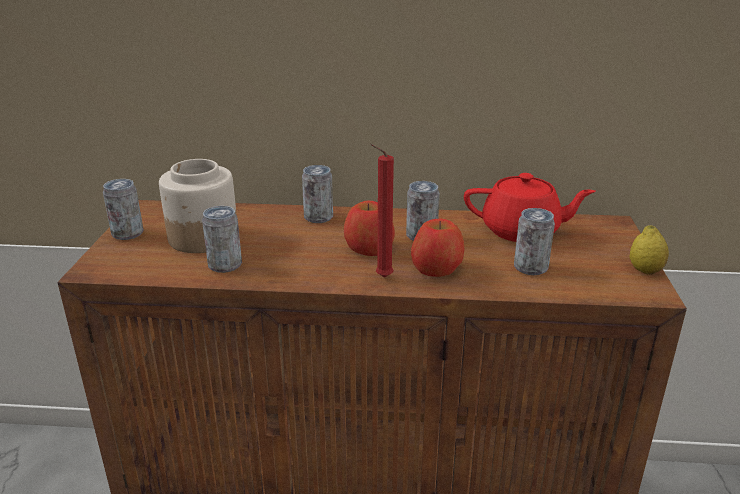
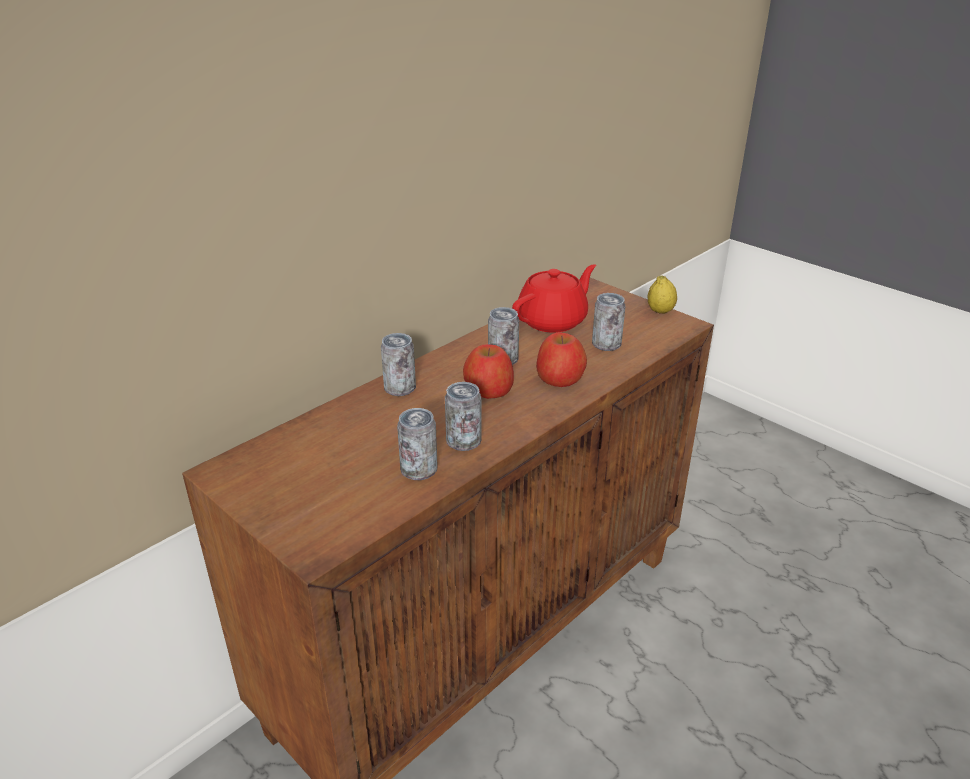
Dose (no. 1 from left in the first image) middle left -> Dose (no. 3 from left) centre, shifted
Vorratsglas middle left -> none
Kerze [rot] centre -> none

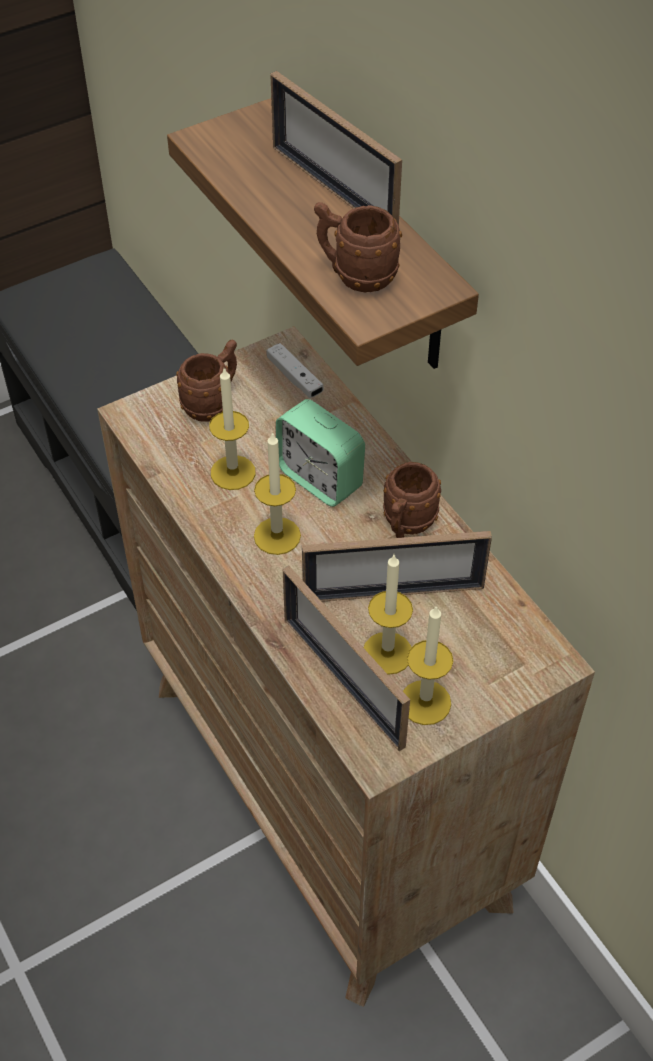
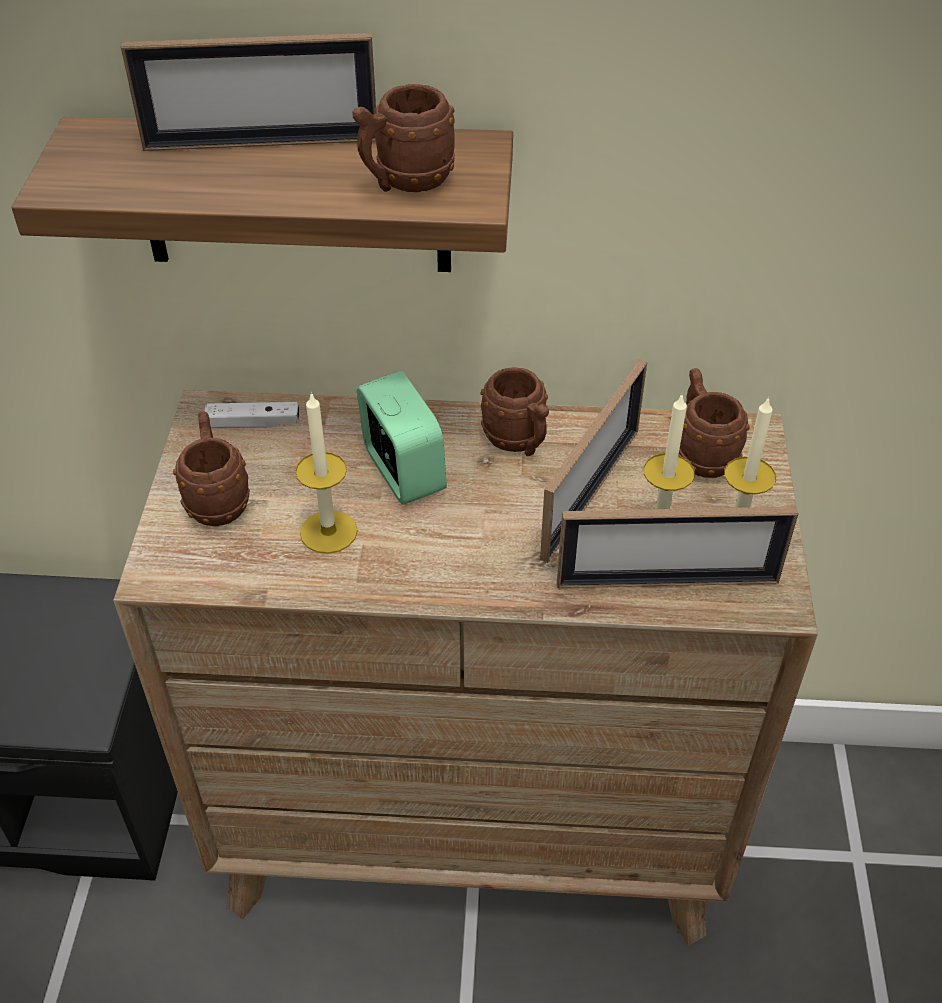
Wecker centre, 105 degrees counterclockwise
none -> Henkelbecher [braun] (no. 4 from left) middle right
Kerze (no. 2 from left) centre -> none

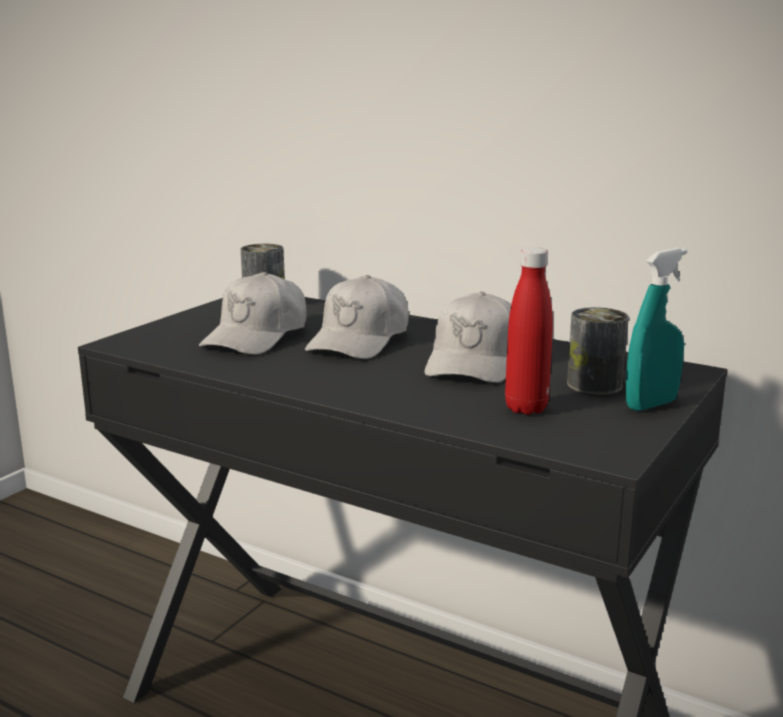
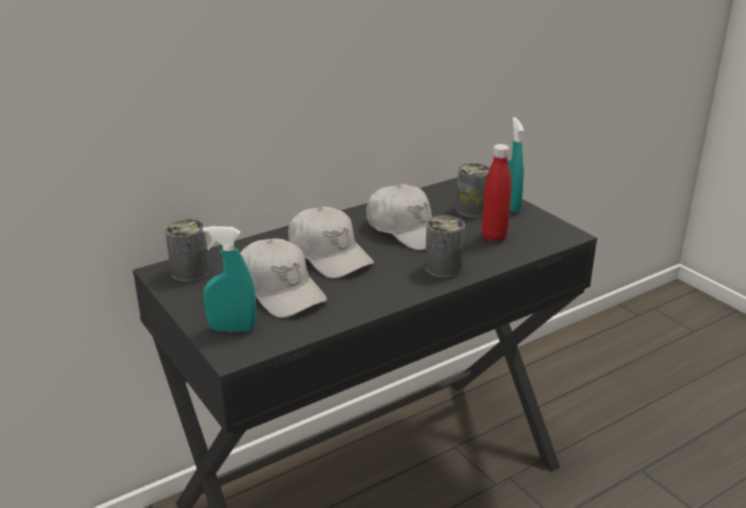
none -> Sprühflasche [türkis] (no. 1 from left) middle left
none -> Dose (no. 2 from left) centre

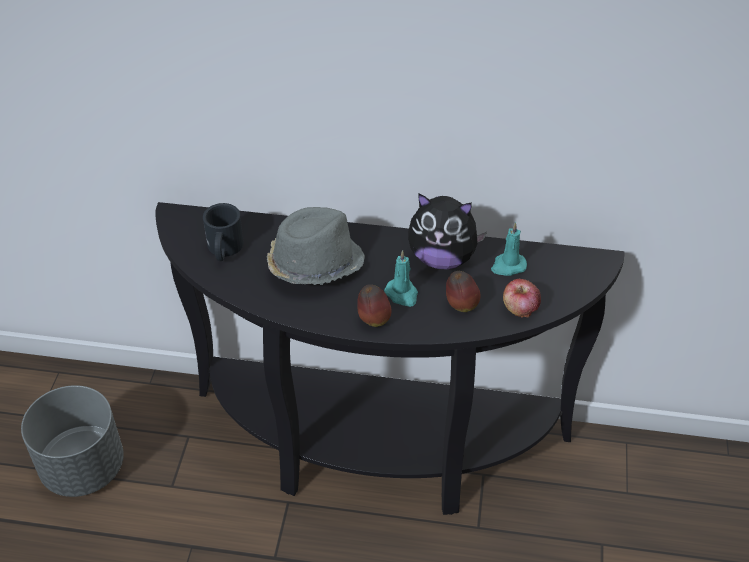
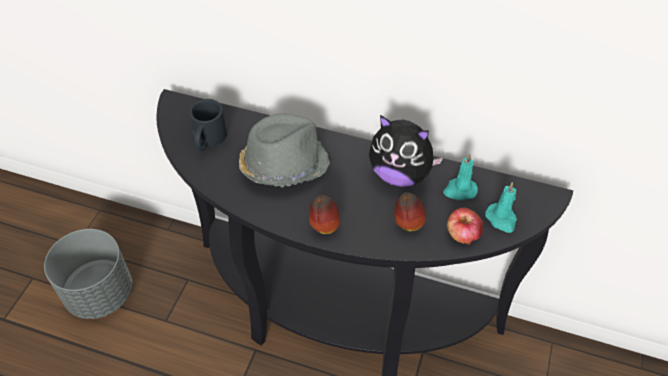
Kerze [türkis] (no. 1 from left in the first image) centre -> Kerze [türkis] (no. 2 from left) middle right, shifted

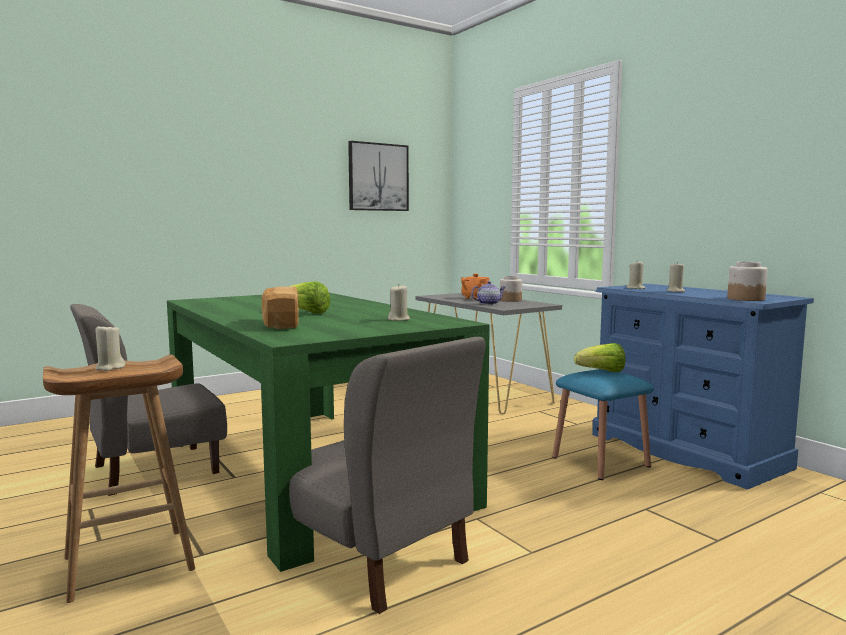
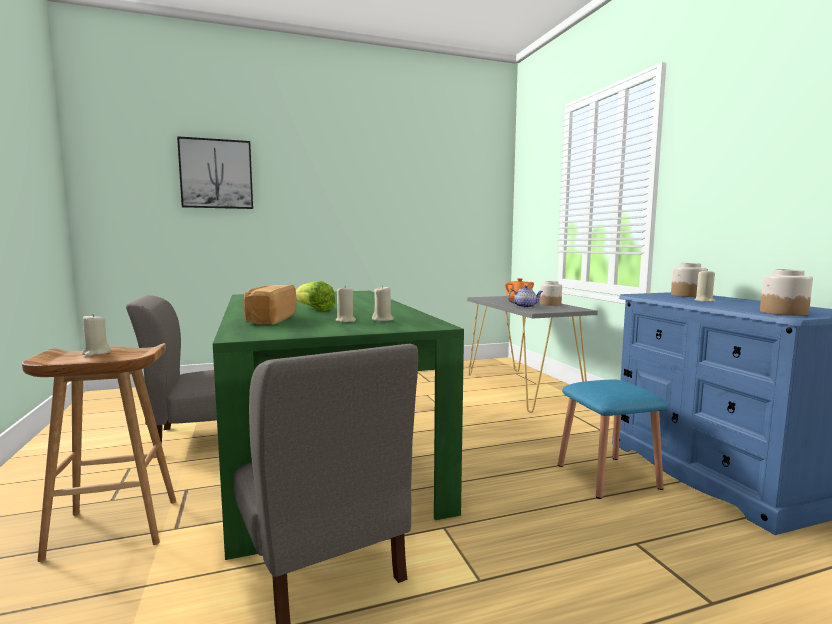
Bild top centre -> Bild top left, shifted
Kerze [beige] (no. 3 from left in the first image) middle right -> Kerze [beige] (no. 2 from left) centre, shifted
none -> Vorratsglas (no. 2 from left) middle right
Salatkopf (no. 2 from left) middle right -> none

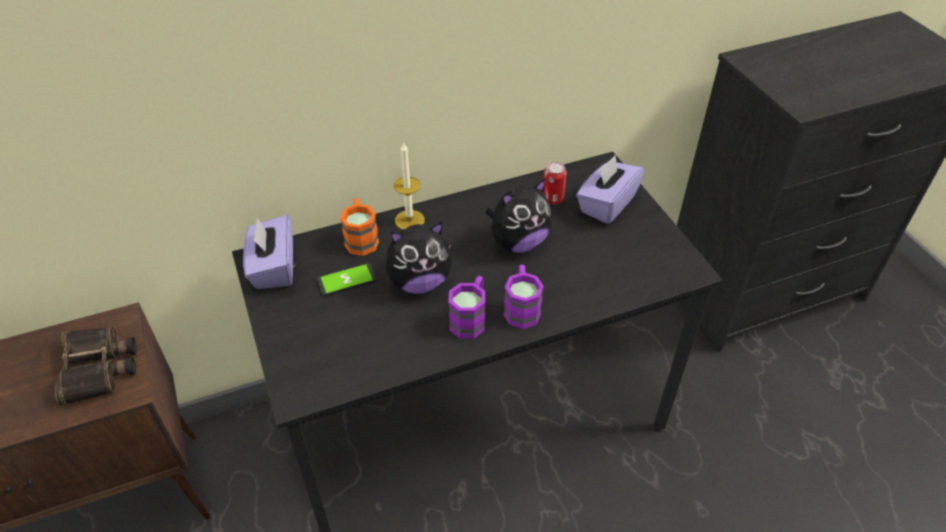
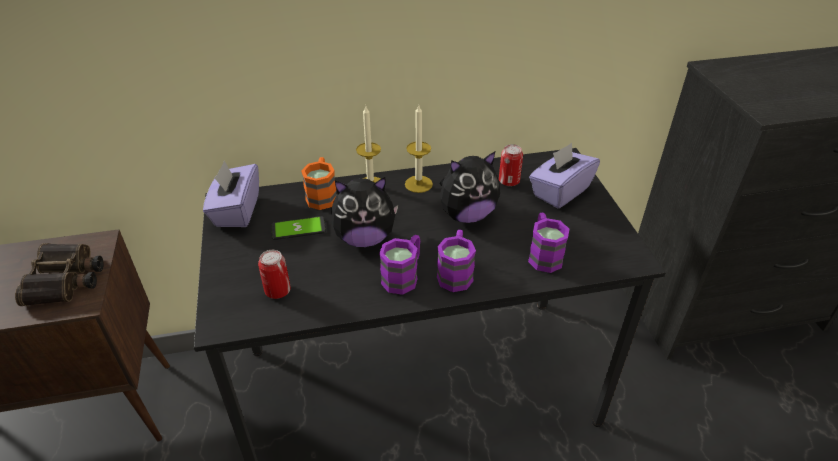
none -> Dose (no. 1 from left) middle left
none -> Kerze (no. 2 from left) top centre
none -> Henkelbecher [lila] (no. 3 from left) centre

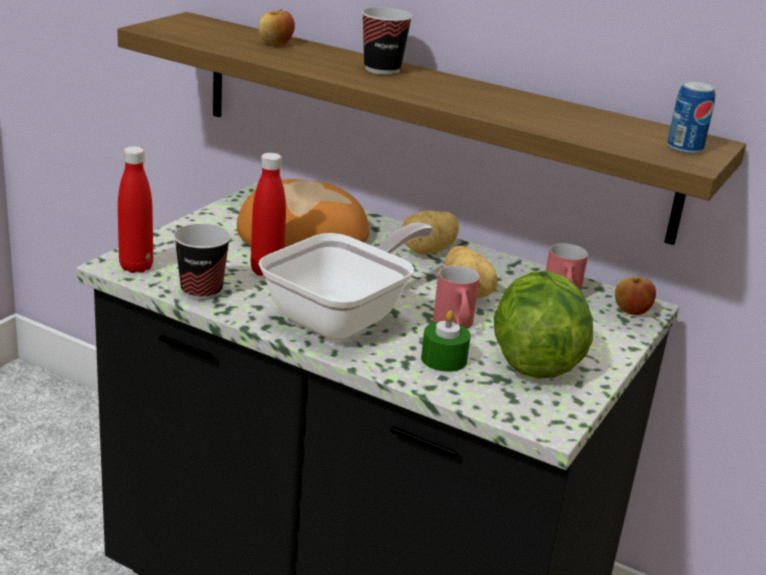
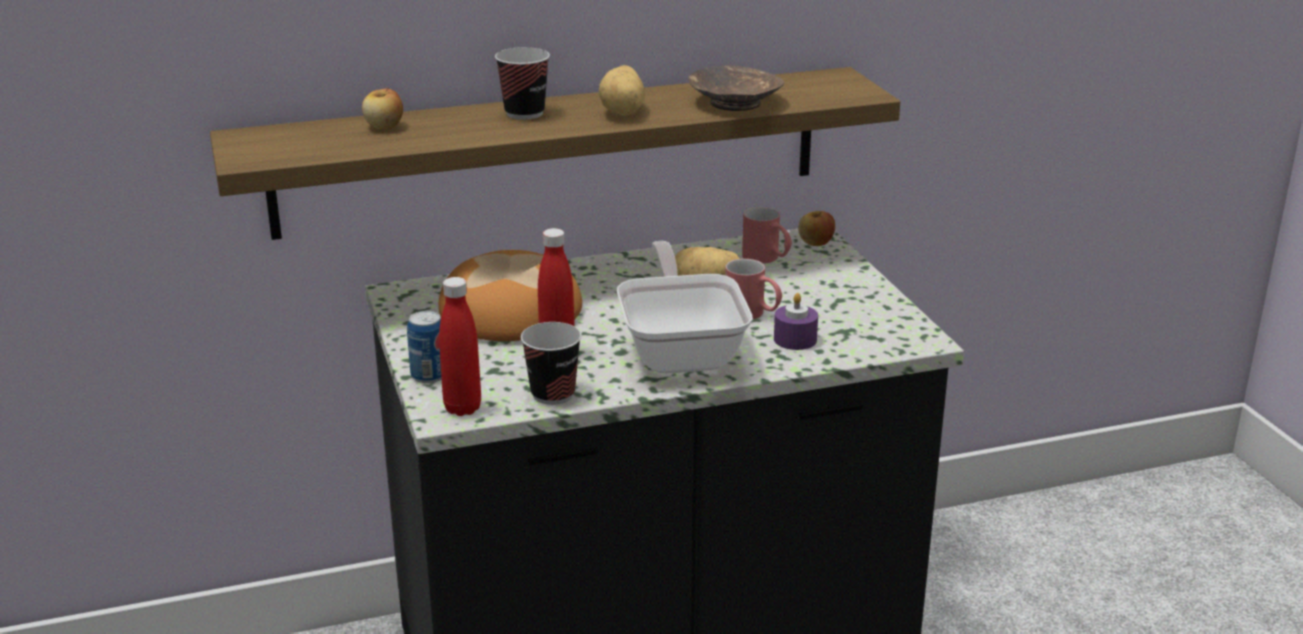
Dose top right -> Dose middle left, shifted
Kartoffel (no. 1 from left) centre -> Kartoffel (no. 1 from left) top centre, shifted
none -> Schüssel [braun] top centre
Kerze [grün] centre -> Kerze [lila] centre
Salatkopf middle right -> none

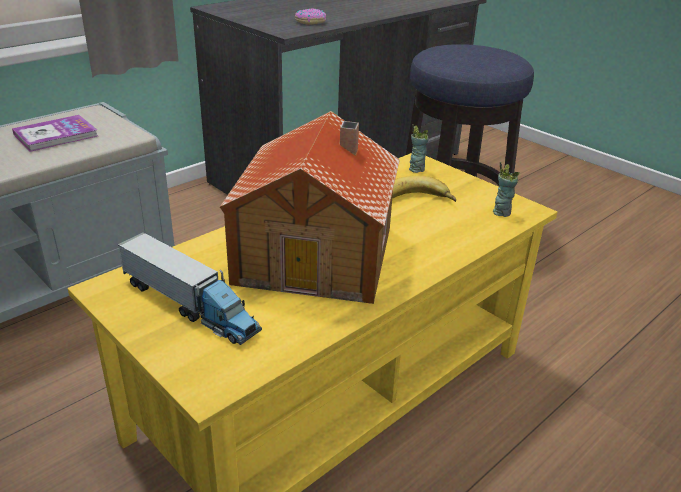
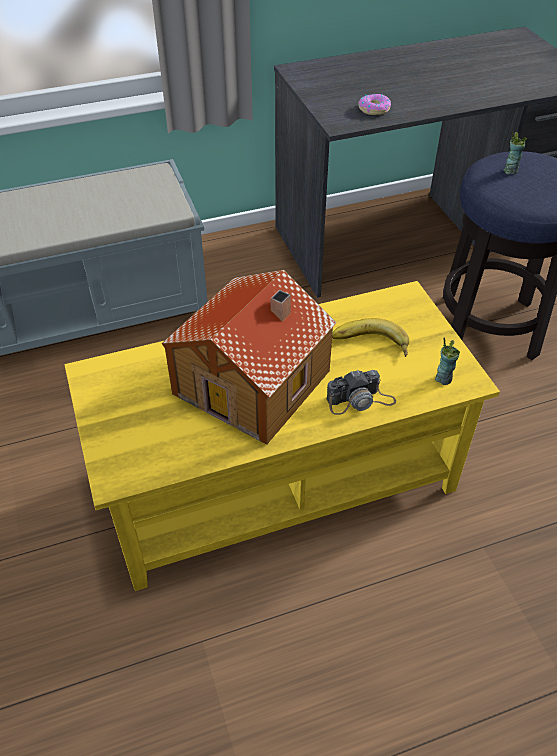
none -> Kamera centre
Tasse (no. 1 from left in the first image) top centre -> Tasse (no. 2 from left) top right, shifted
Buch top left -> none
Spielzeuglaster middle left -> none

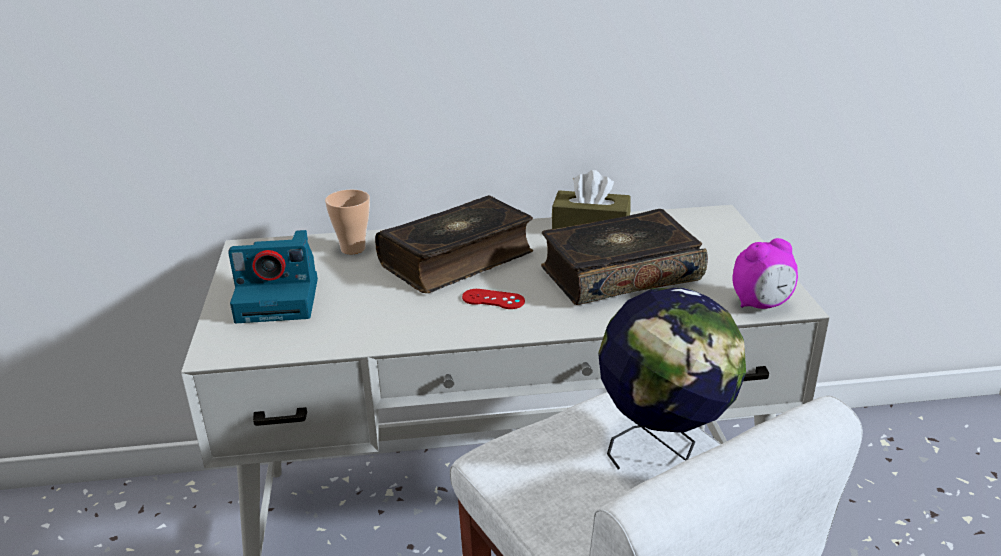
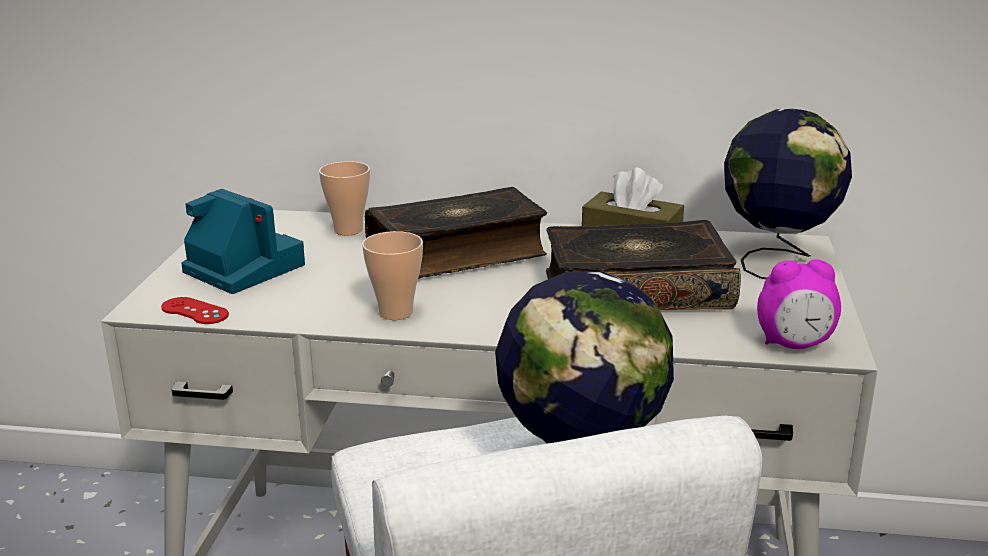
Gamepad [rot] centre -> Gamepad [rot] middle left, shifted
Kamera middle left, 150 degrees counterclockwise
none -> Tasse (no. 2 from left) centre
none -> Globus (no. 2 from left) middle right

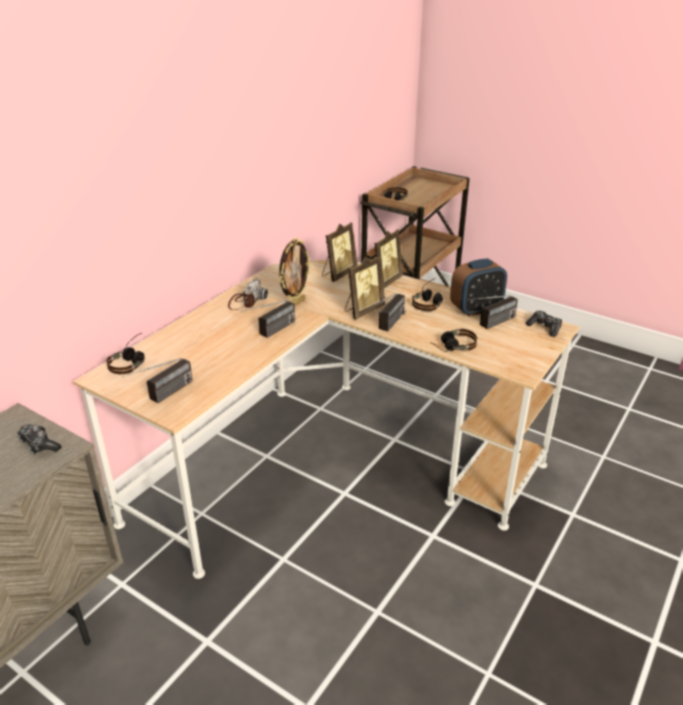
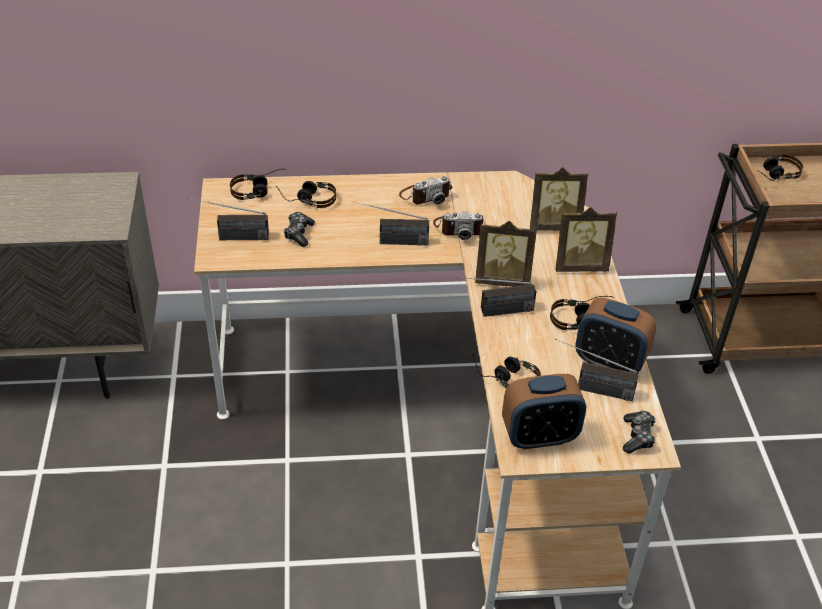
none -> Kopfhörer (no. 2 from left) top centre
Gamepad (no. 1 from left) middle left -> Gamepad (no. 1 from left) centre, shifted
Bilderrahmen (no. 1 from left) centre -> Kamera (no. 2 from left) centre
none -> Wecker (no. 1 from left) bottom centre

